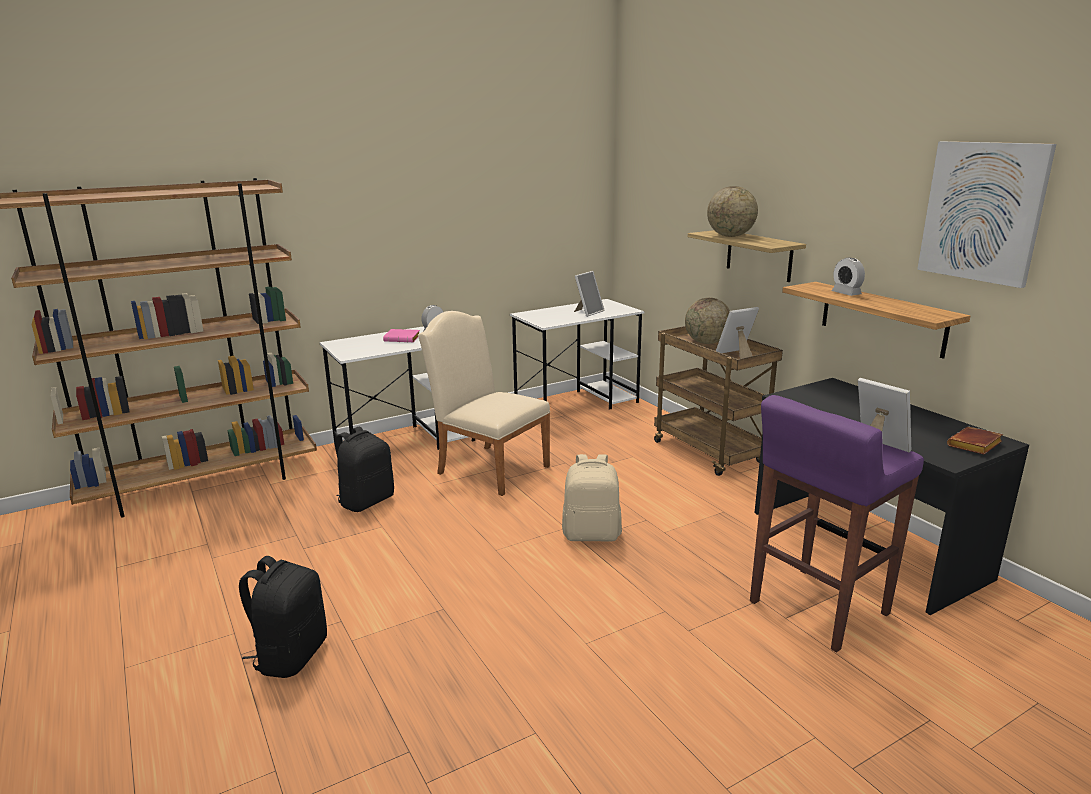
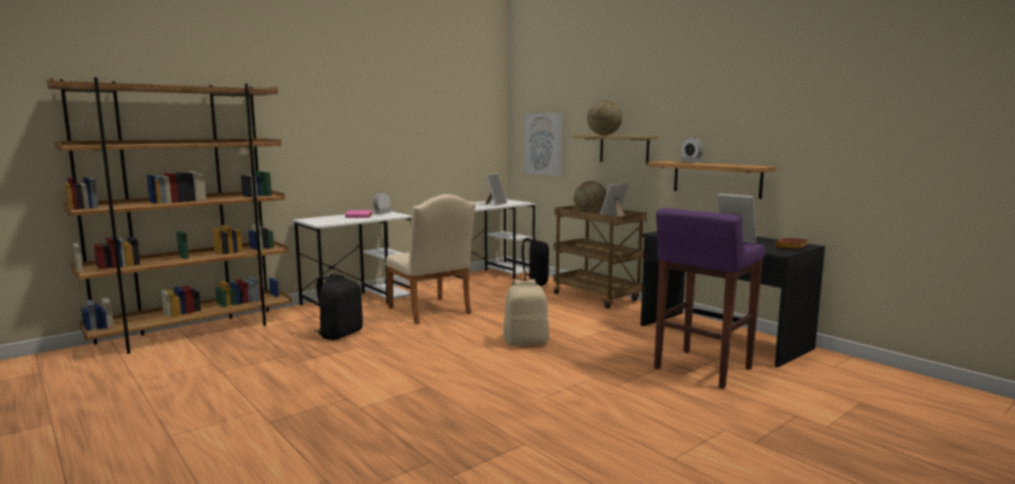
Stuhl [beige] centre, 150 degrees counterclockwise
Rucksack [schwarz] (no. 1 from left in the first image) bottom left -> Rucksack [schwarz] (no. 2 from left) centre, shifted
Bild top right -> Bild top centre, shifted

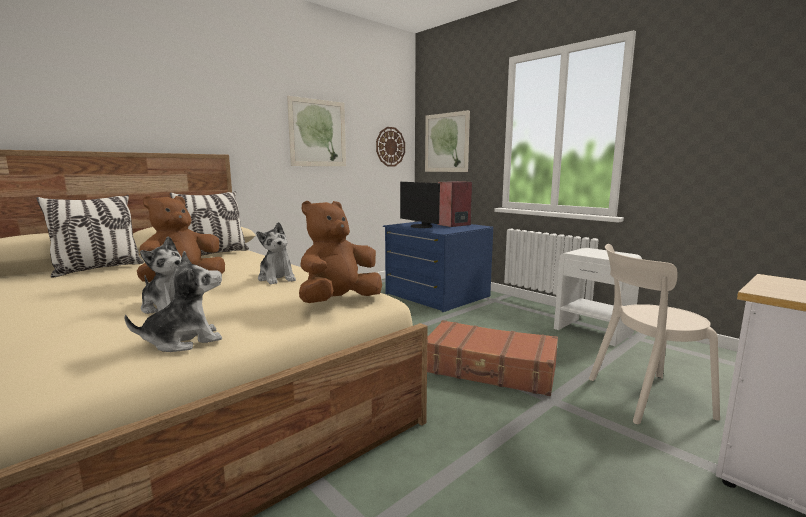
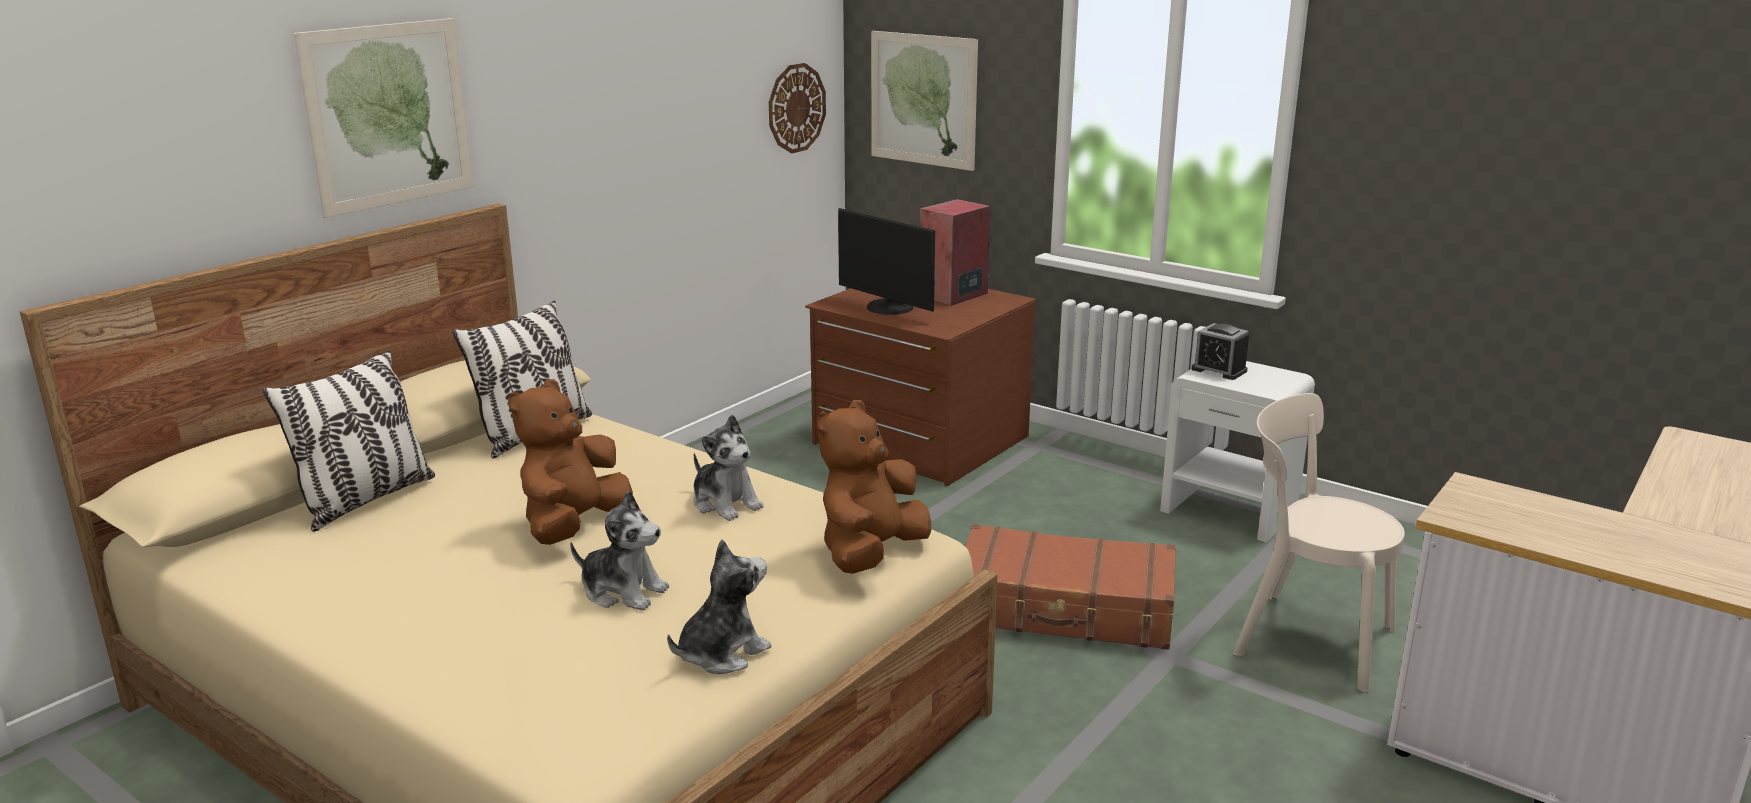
Bild (no. 1 from left) top centre -> Bild (no. 1 from left) top left, shifted
Kommode [blau] centre -> Kommode [braun] centre
none -> Wecker middle right
Stuhl [beige] middle right -> Stuhl [beige] bottom right, 45 degrees clockwise

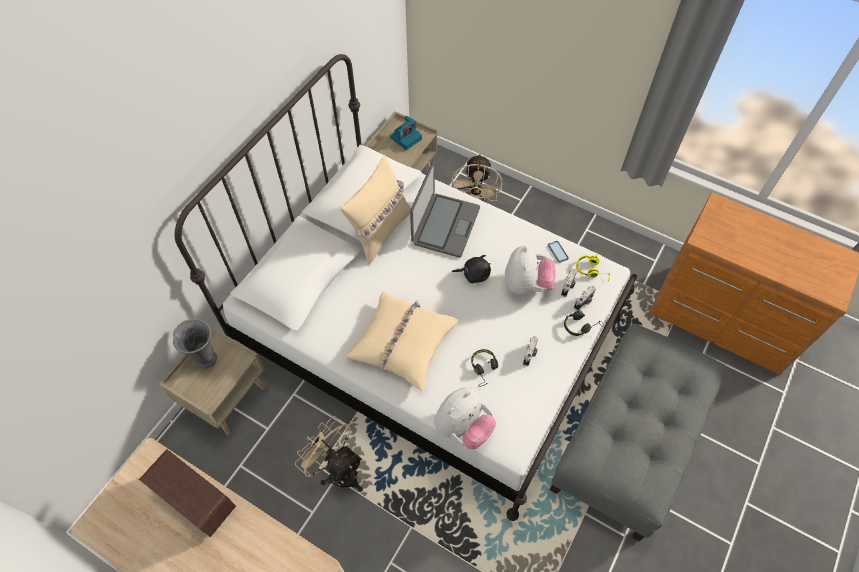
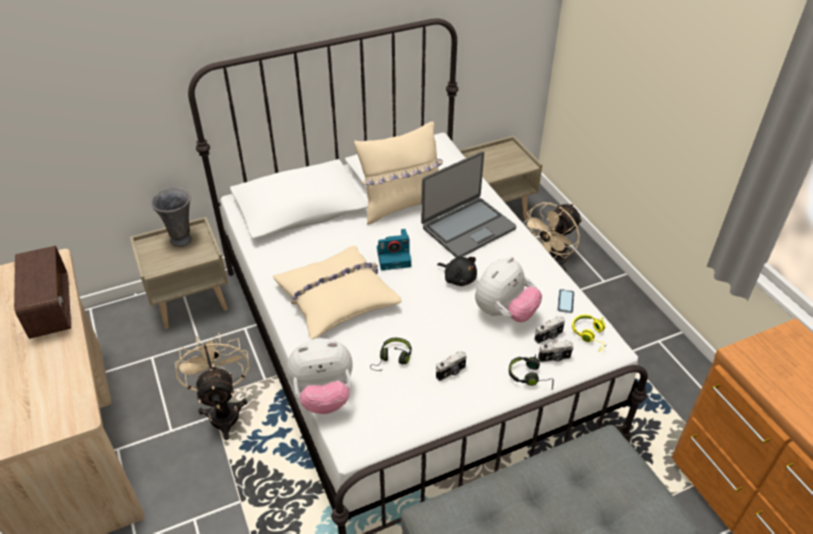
Kamera (no. 1 from left) top centre -> Kamera (no. 1 from left) centre, shifted

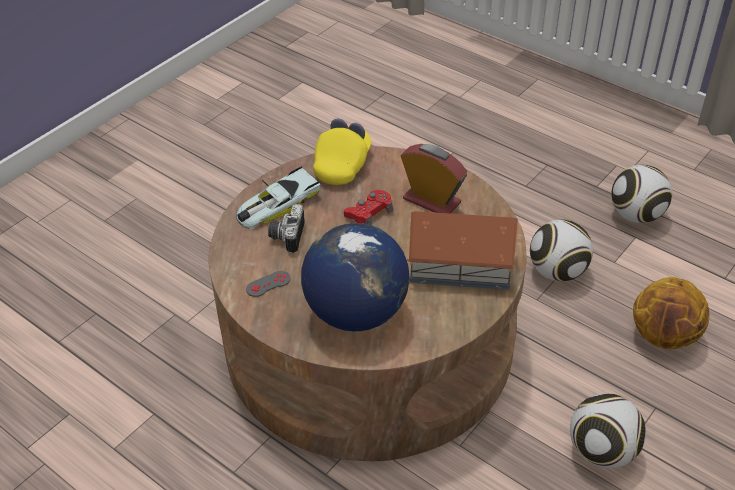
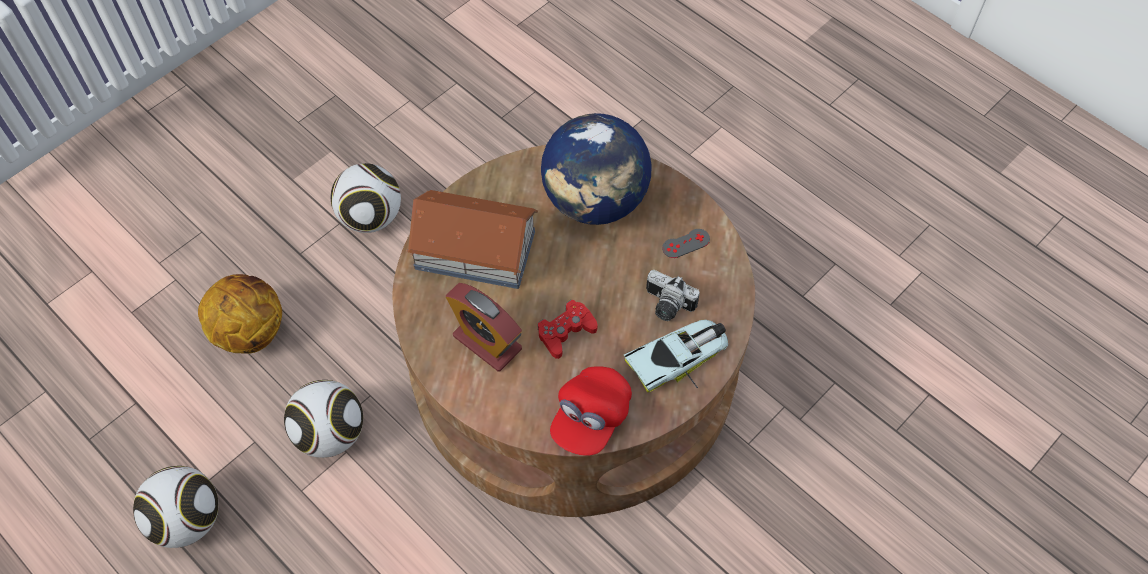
Kappe [gelb] top centre -> Kappe [rot] bottom centre
Kamera centre, 105 degrees clockwise

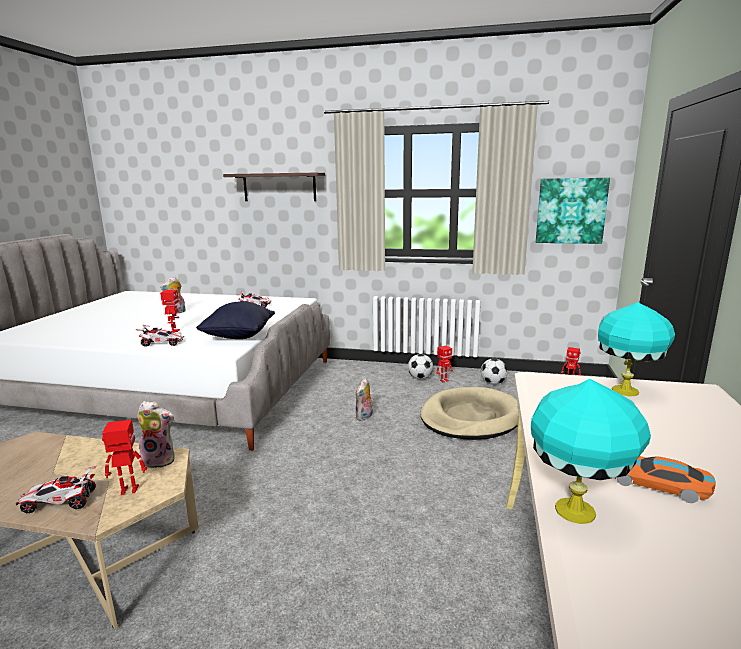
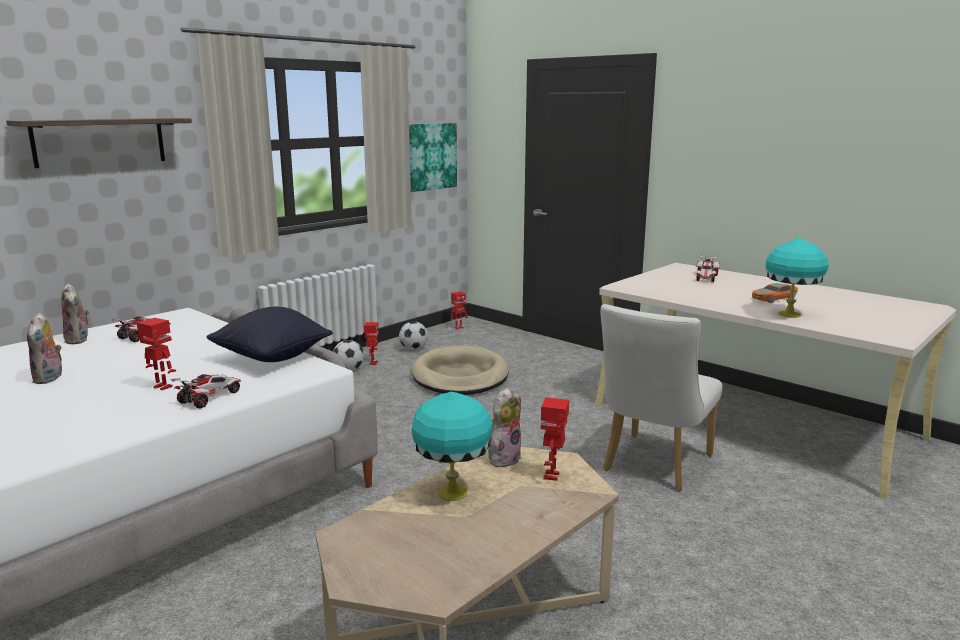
Plüschtier (no. 3 from left in the first image) centre -> Plüschtier (no. 2 from left) middle left, shifted
Tischlampe [türkis] (no. 2 from left in the first image) middle right -> Tischlampe [türkis] (no. 1 from left) bottom centre, shifted
none -> Stuhl [weiß] middle right
Spielzeugauto (no. 1 from left in the first image) bottom left -> Spielzeugauto (no. 3 from left) middle right, shifted

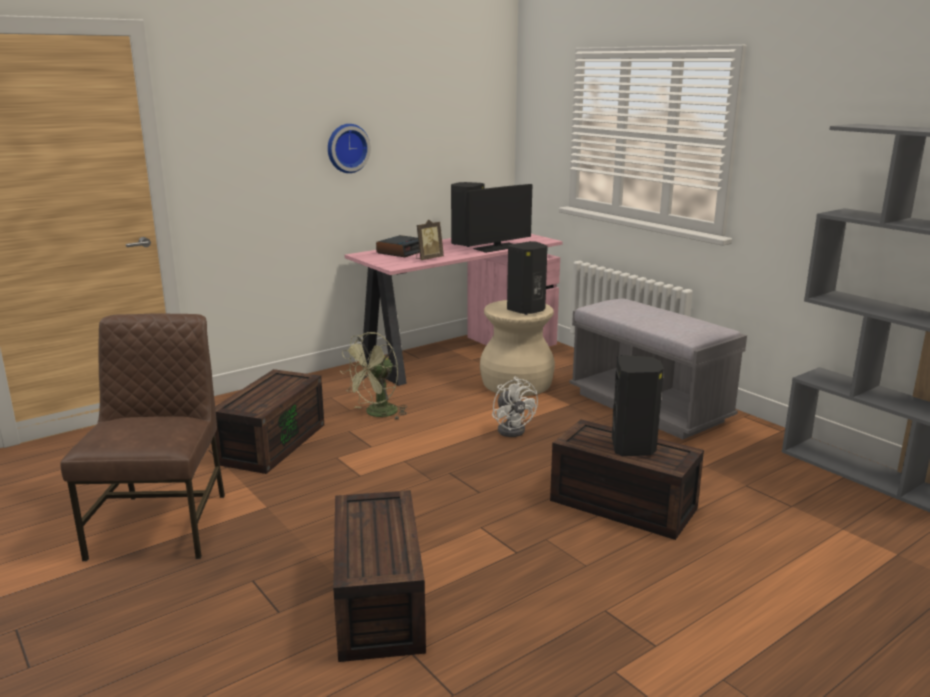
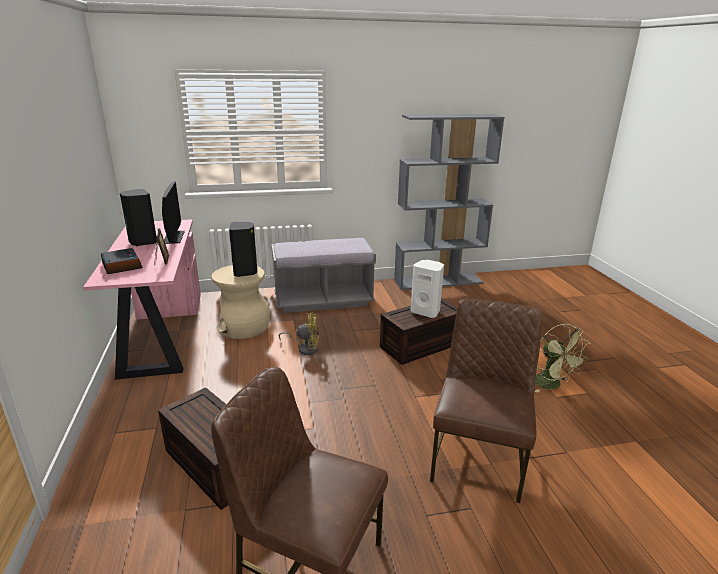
Ventilator [weiß] centre -> Ventilator [gelb] centre
Lautsprecher [schwarz] (no. 3 from left) middle right -> Lautsprecher [weiß] centre
Aufbewahrungsbox [braun] (no. 2 from left) bottom centre -> Stuhl [braun] (no. 2 from left) bottom right
Ventilator [grün] centre -> Ventilator [grün] middle right, shifted
Wanduhr top centre -> none

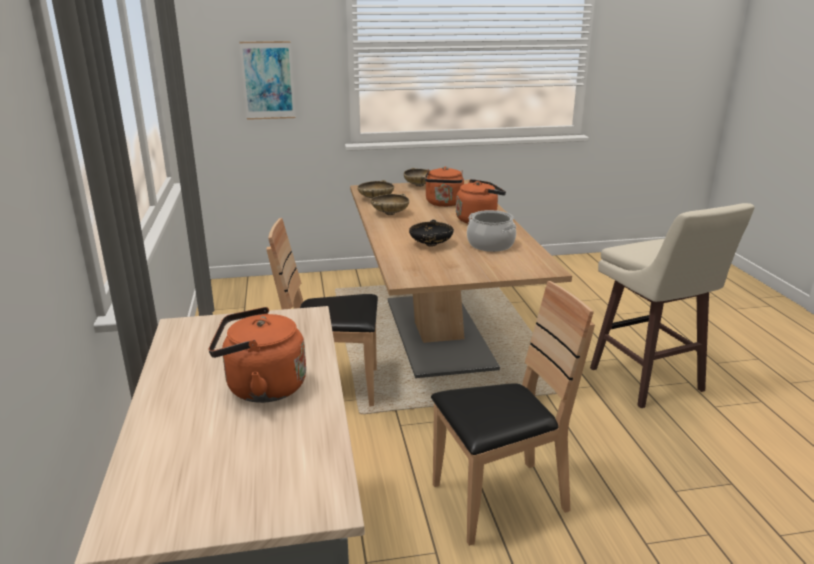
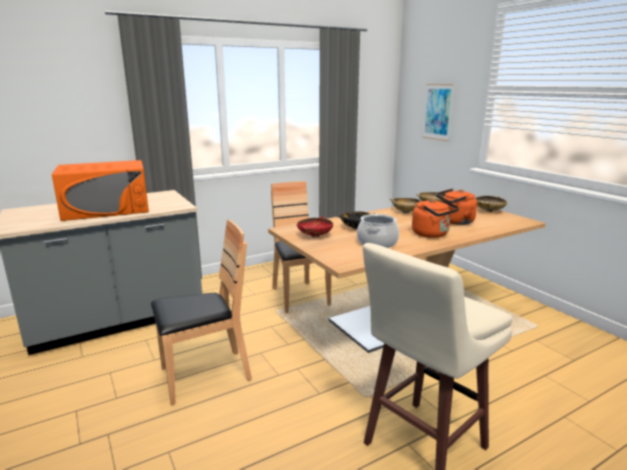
Wasserkessel [orange] (no. 1 from left) middle left -> Mikrowelle [orange] middle left
Stuhl [braun] (no. 2 from left in the first image) bottom centre -> Stuhl [braun] (no. 1 from left) middle left, 75 degrees counterclockwise
none -> Schüssel [rot] centre

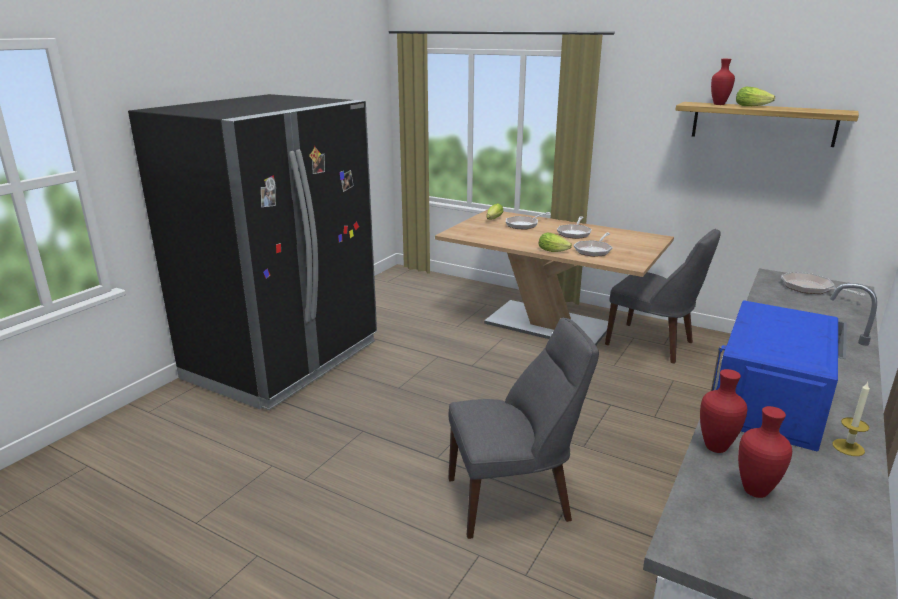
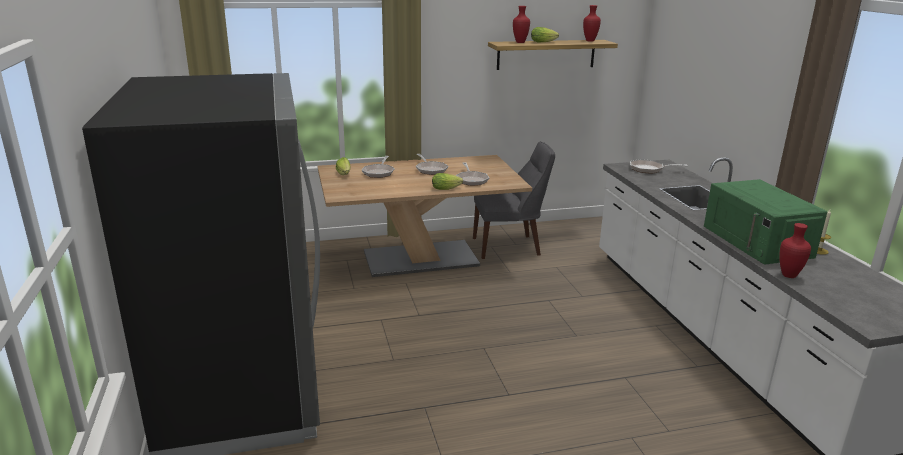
Vase [rot] (no. 3 from left in the first image) bottom right -> Vase [rot] (no. 2 from left) top centre, shifted
Mikrowelle [blau] middle right -> Mikrowelle [grün] middle right
Stuhl [grau] (no. 1 from left) bottom centre -> none

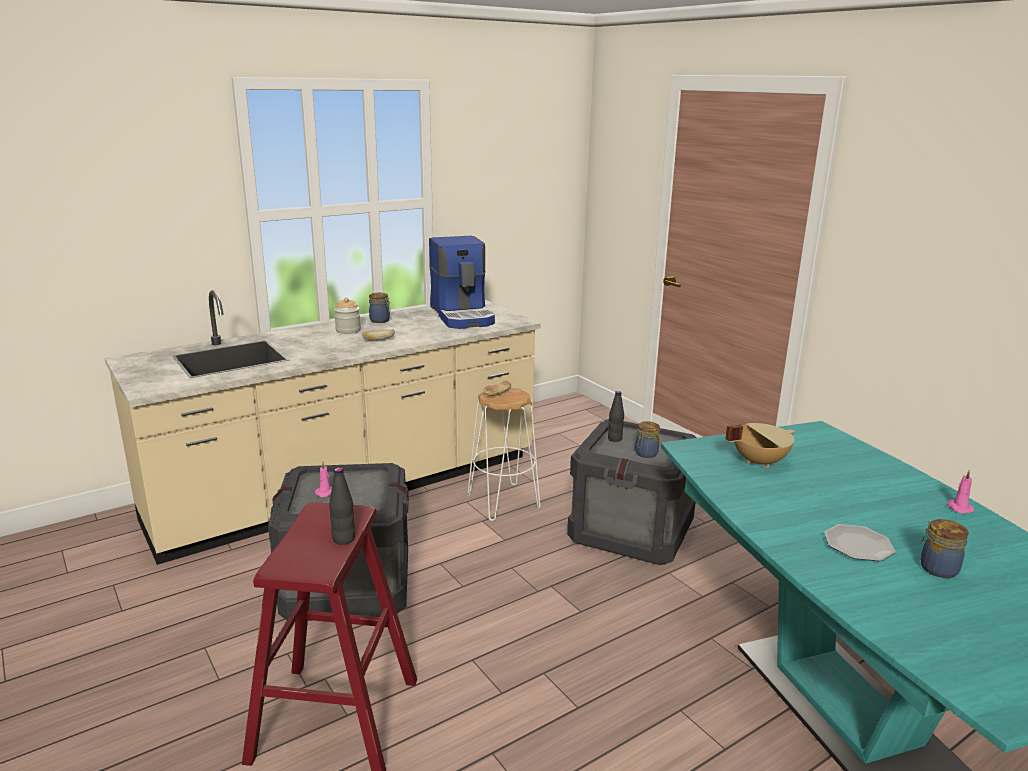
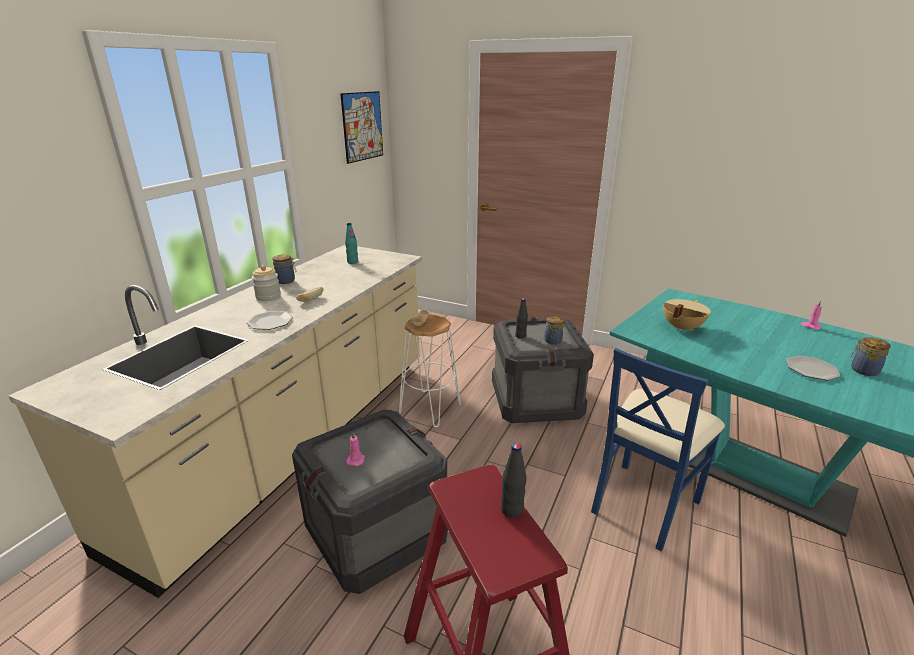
none -> Teller (no. 1 from left) middle left
none -> Bild top centre
Kaffeemaschine centre -> Flasche [türkis] centre
none -> Stuhl [blau] bottom right

